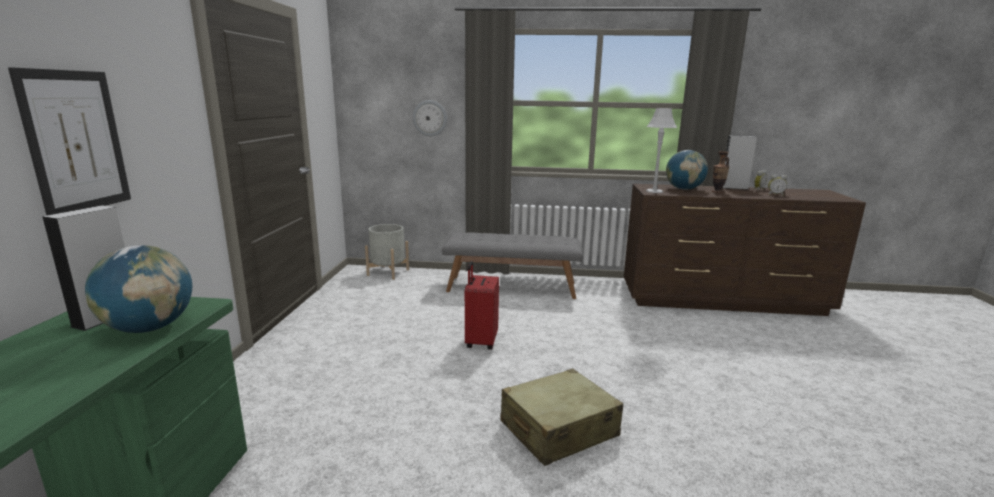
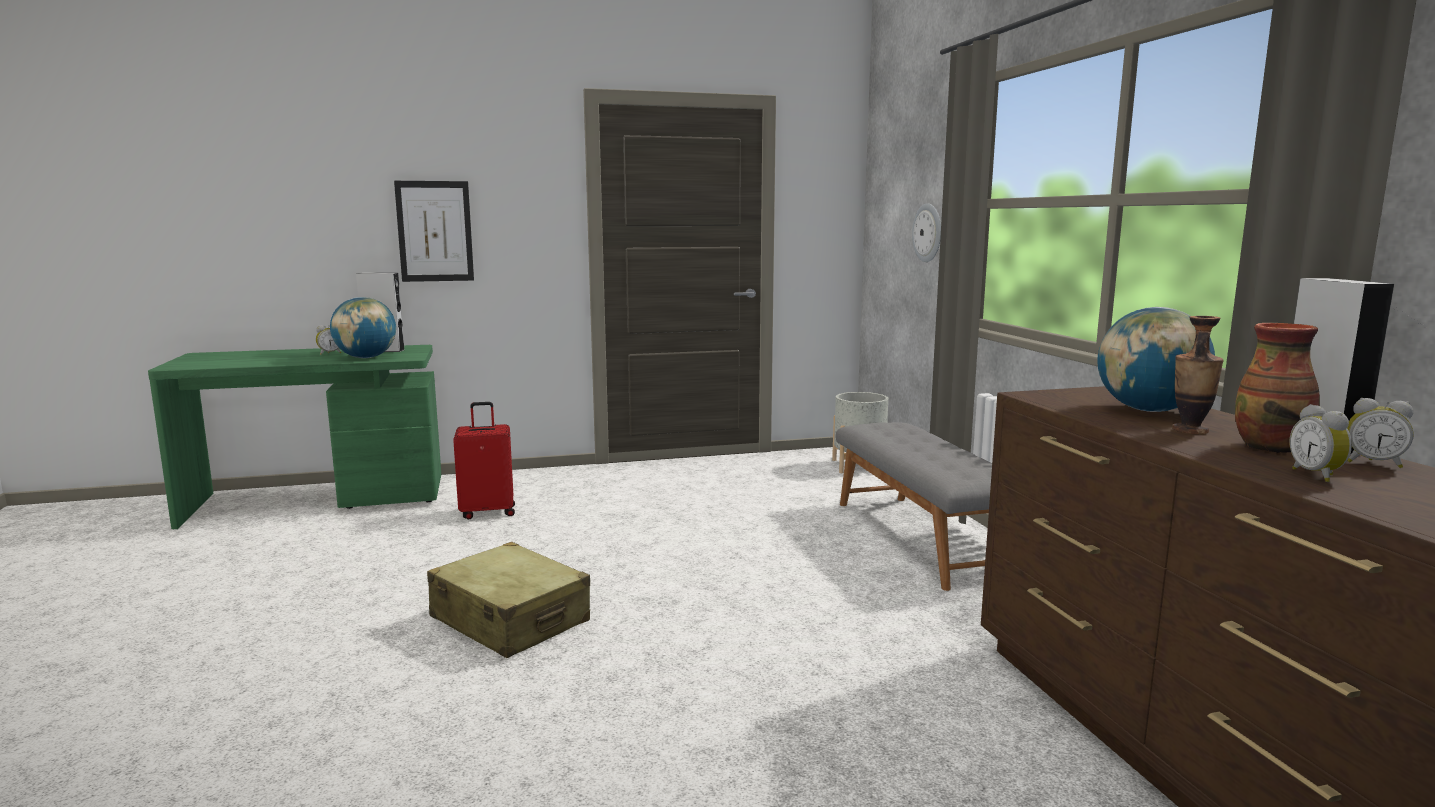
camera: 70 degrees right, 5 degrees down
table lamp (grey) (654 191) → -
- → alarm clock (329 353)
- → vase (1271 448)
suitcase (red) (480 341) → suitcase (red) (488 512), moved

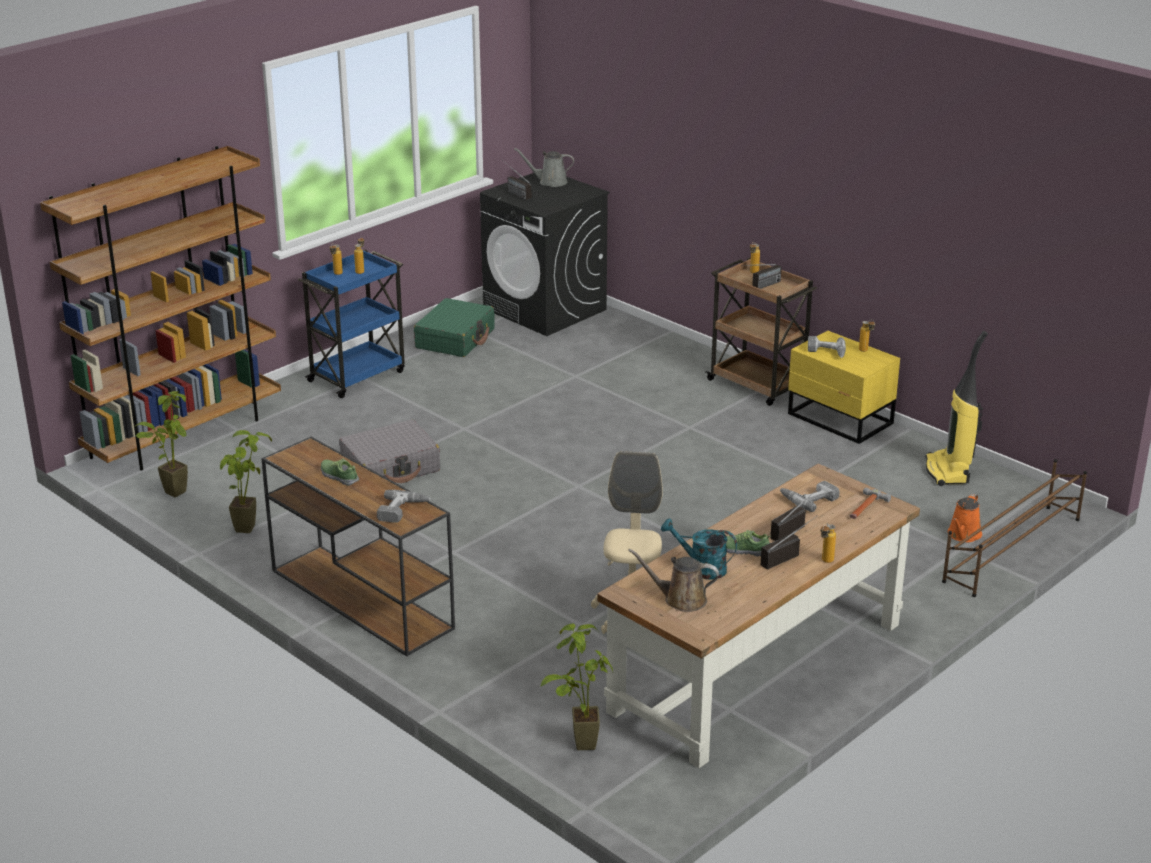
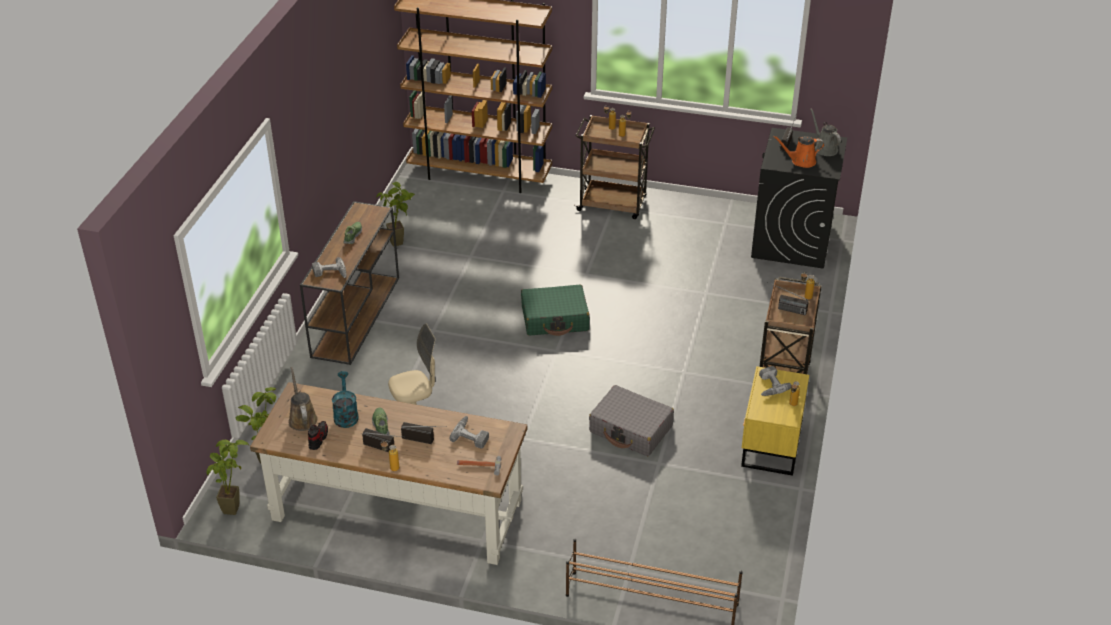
camera: 60 degrees right, 10 degrees up
vacuum cleaner (948 471) → -
- → shoe (318 438)
potted plant (172 489) → potted plant (235 505), moved
suitcase (grey) (391 467) → suitcase (grey) (631 429), moved
suitcase (green) (455 339) → suitcase (green) (555 319), moved
watering can (orange) (963 535) → watering can (orange) (801 161), moved
cart (blue) (358 375) → cart (brown) (613 204)

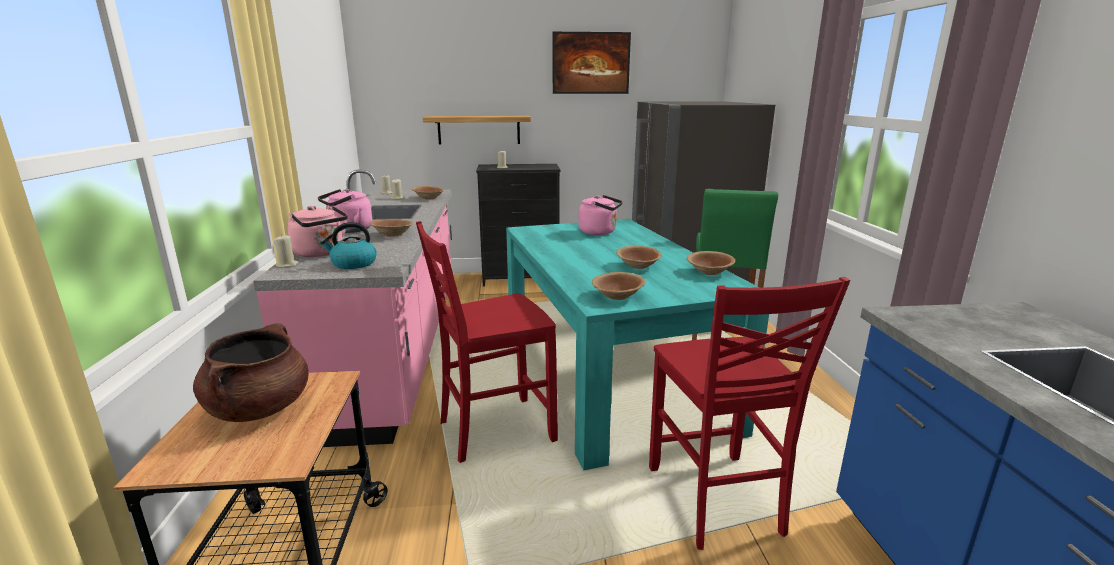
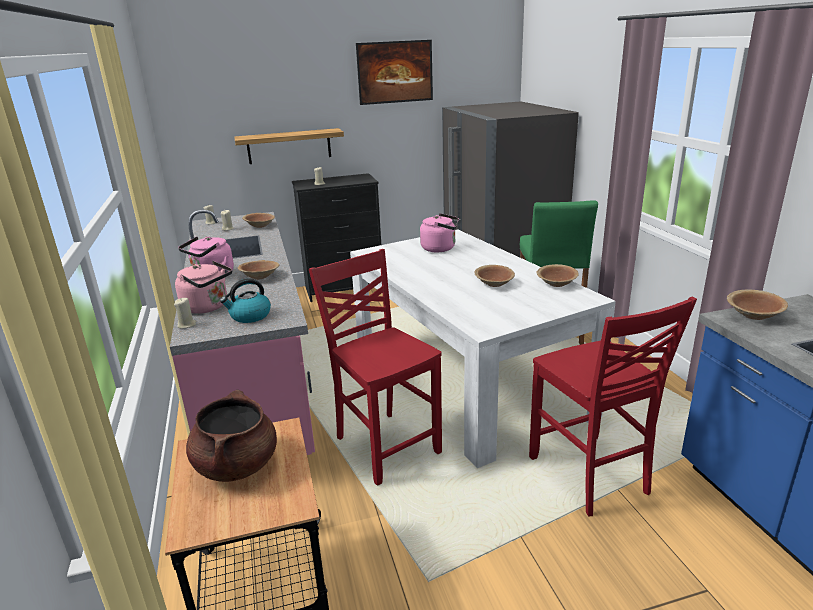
camera: 10 degrees left, 5 degrees up
bowl (brown) (617 296) → bowl (brown) (753 315), moved
dining table (turquoise) (609 375) → dining table (white) (466 379)
chair (red) (493 430) → chair (red) (385 445), 90 degrees clockwise

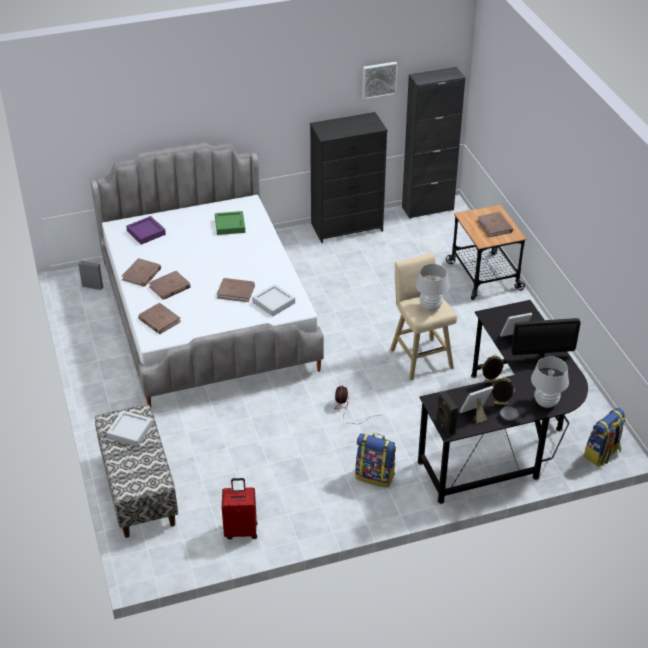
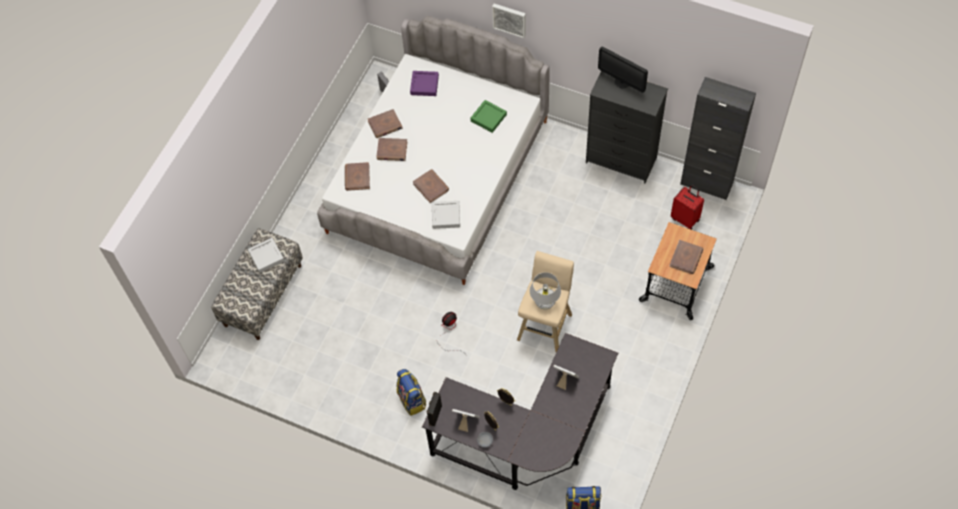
camera: 45 degrees right, 20 degrees up
table lamp (white) (546 402) → -
suitcase (red) (241 530) → suitcase (red) (685 219), moved
picture (379 79) → picture (509 19), moved
monitor (541 355) → monitor (622 82), moved

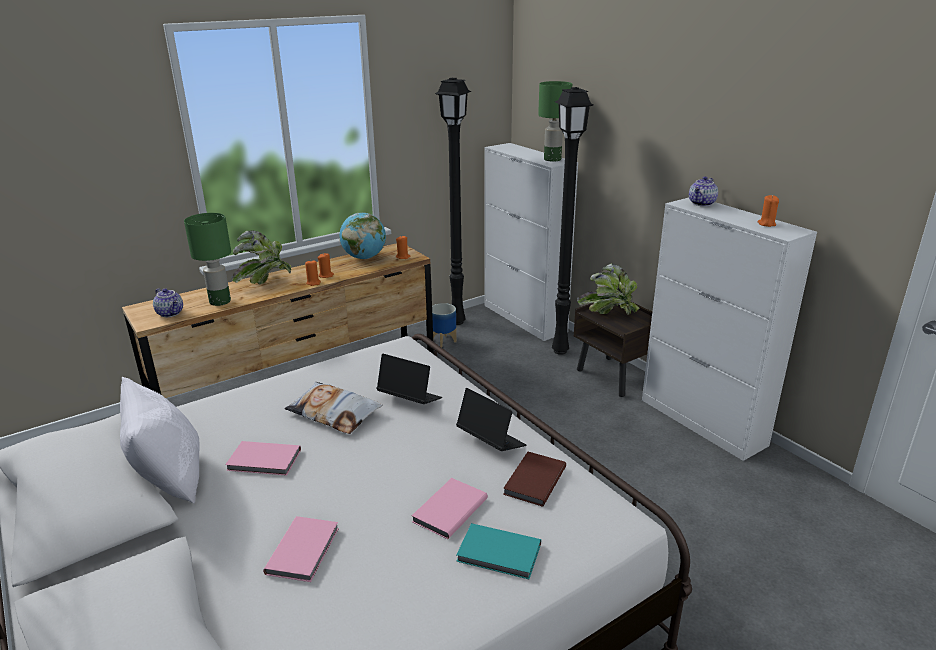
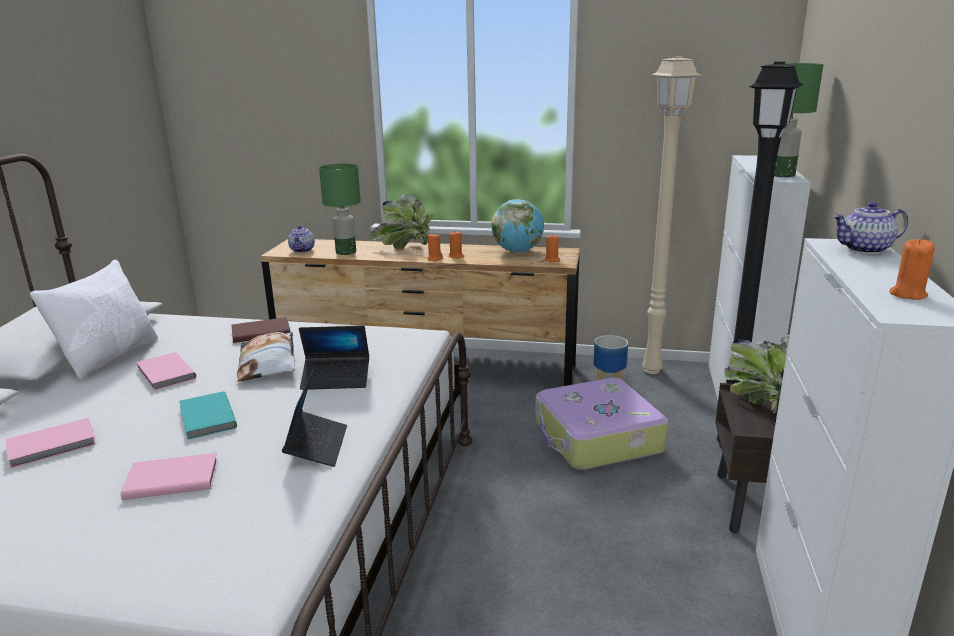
camera: 45 degrees right, 5 degrees down
- → suitcase (597 438)
book (turquoise) (499 554) → book (turquoise) (206 418), moved
book (brown) (533 481) → book (brown) (260 332), moved
floor lamp (black) (458 322) → floor lamp (beige) (653 370)
laptop (409 399) → laptop (336 379), 105 degrees clockwise

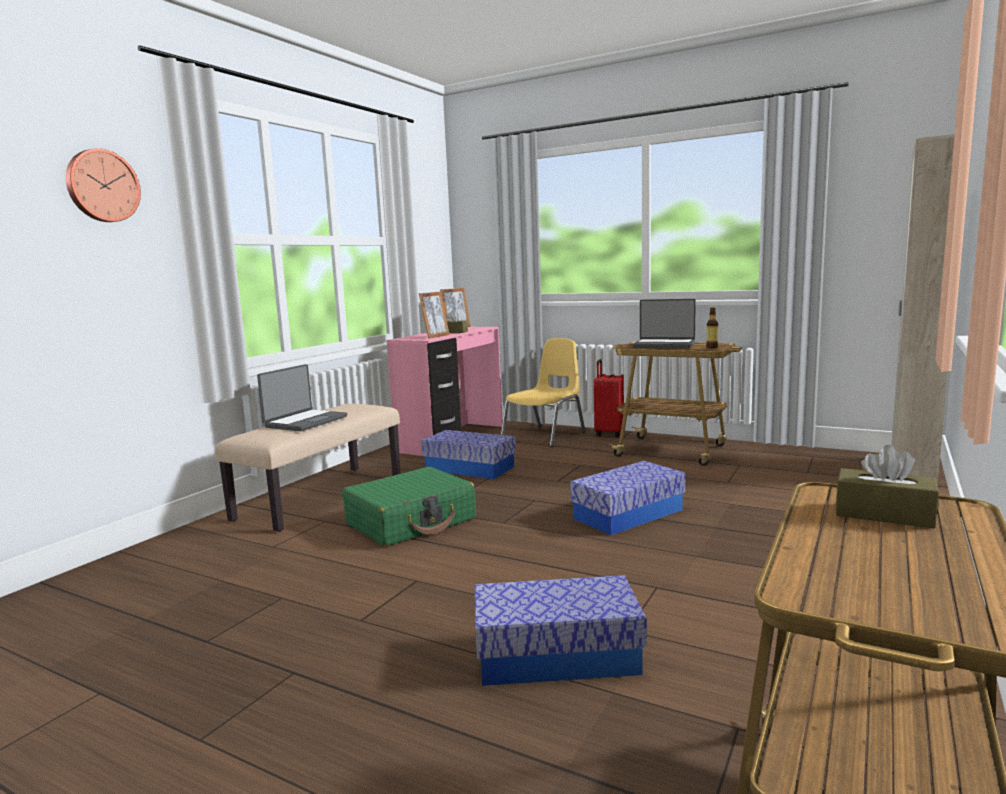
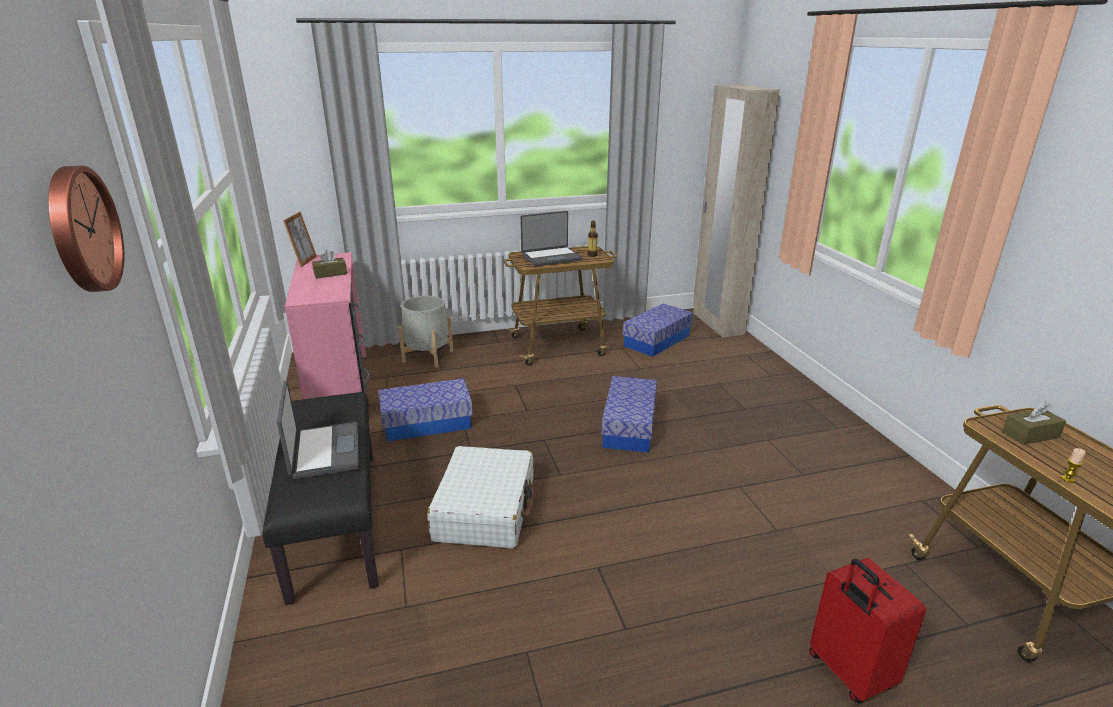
camera: 45 degrees left, 15 degrees up
picture frame (435 336) → -
- → candle (1067 479)
storage box (556 655) → storage box (657 341), moved
suitcase (red) (609 433) → suitcase (red) (848 673), moved
chair (yellow) (545 435) → planter (grey) (428 356)
bench (beige) (321 496) → bench (black) (334 521)
suitcase (green) (411 522) → suitcase (white) (486 509)

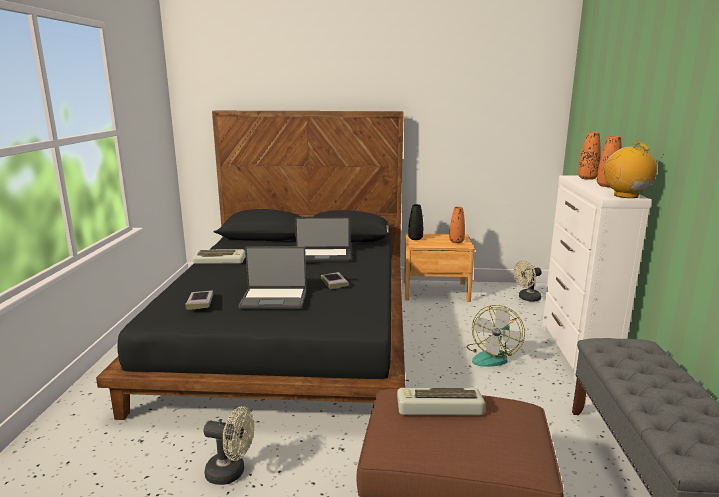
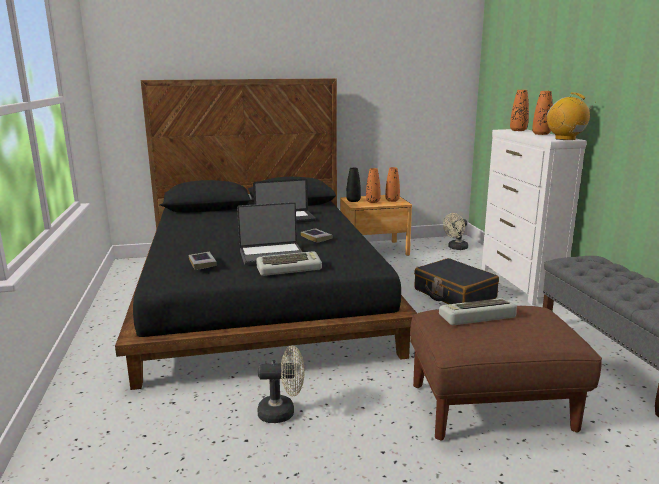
camera: 15 degrees left, 0 degrees up
- → vase (orange) (373 201)
keyboard (220 260) → keyboard (289 268), moved
fan (492 356) → suitcase (black) (454 294)

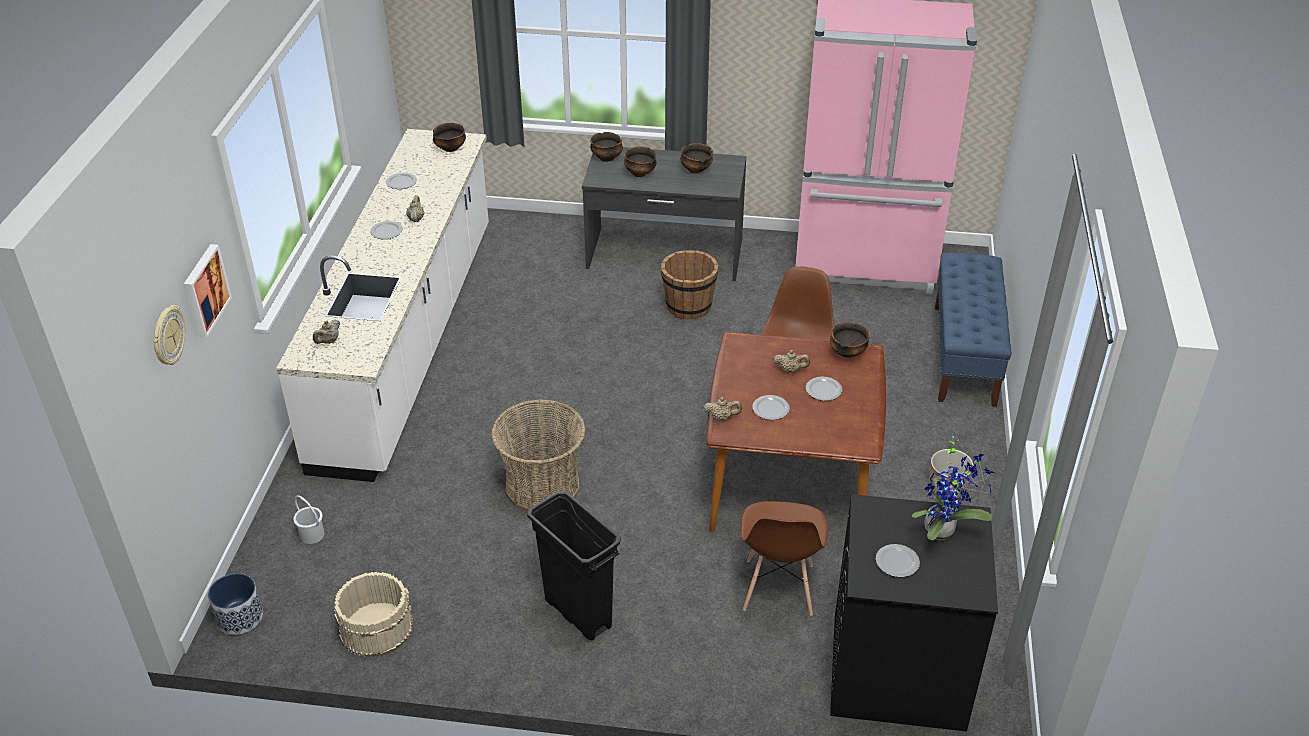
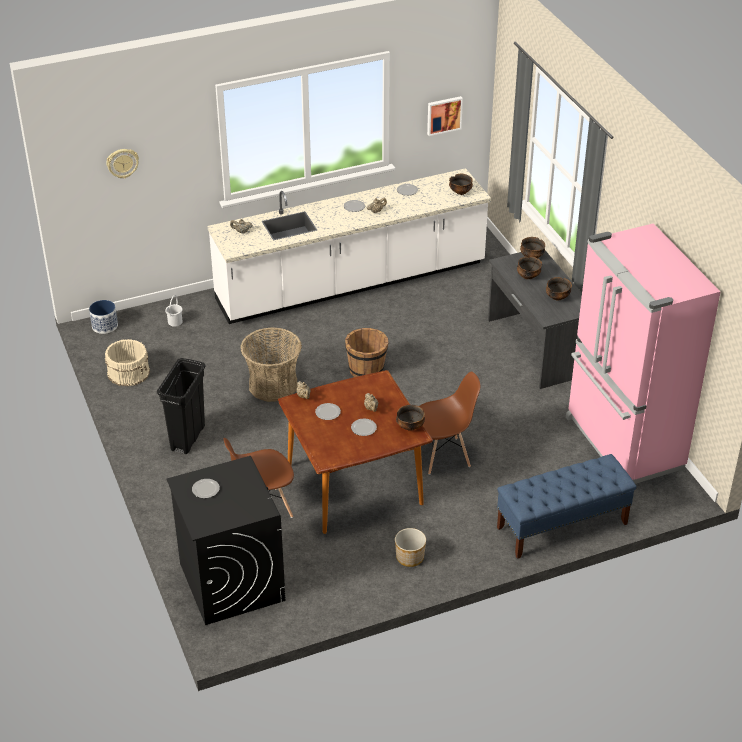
camera: 60 degrees right, 0 degrees up
potted plant (943 530) → -
picture (204 290) → picture (444 115), moved
bucket (brown) (688 306) → bucket (brown) (366 370), moved

